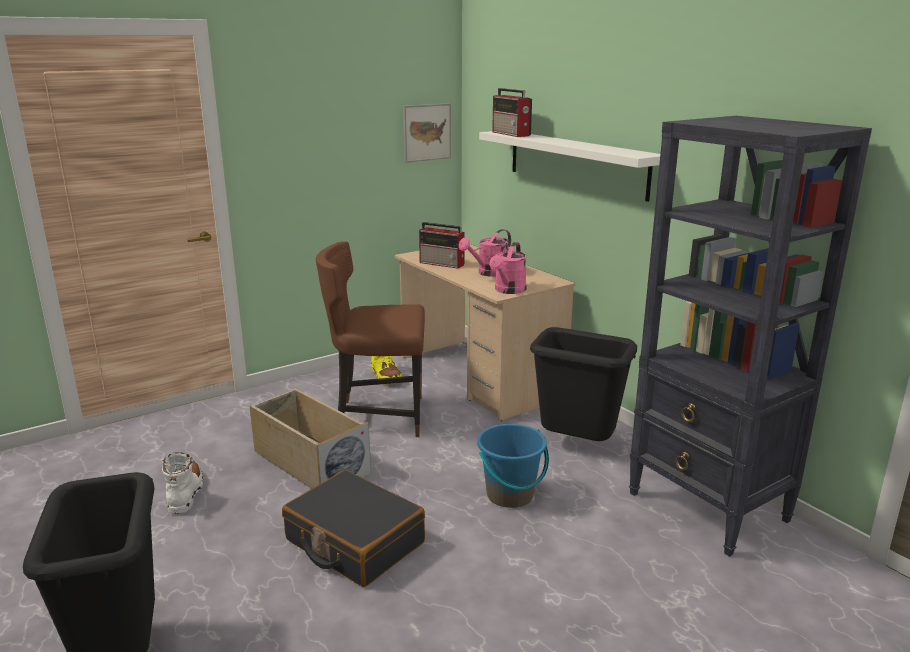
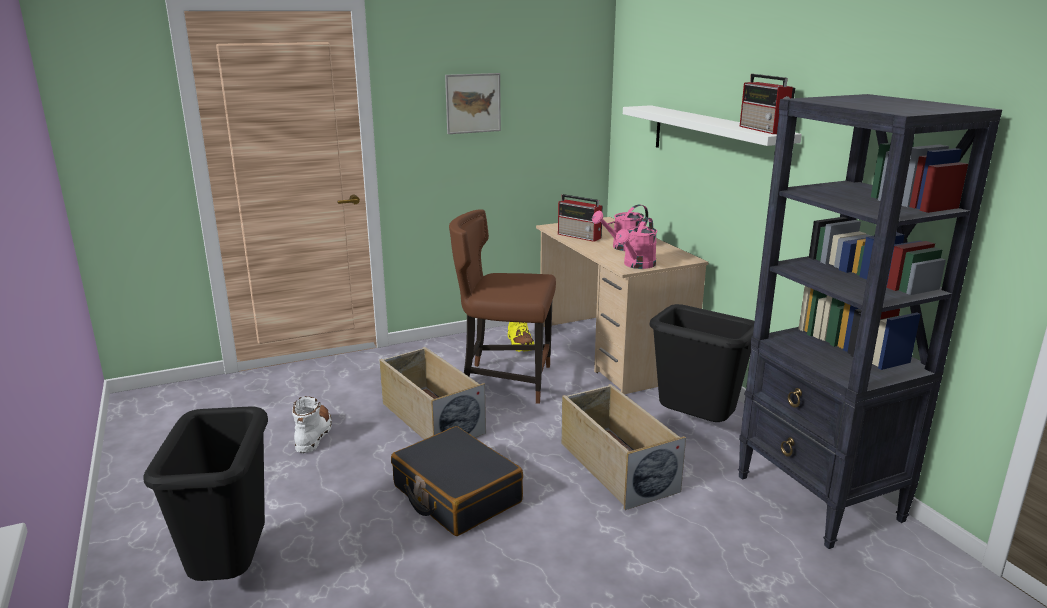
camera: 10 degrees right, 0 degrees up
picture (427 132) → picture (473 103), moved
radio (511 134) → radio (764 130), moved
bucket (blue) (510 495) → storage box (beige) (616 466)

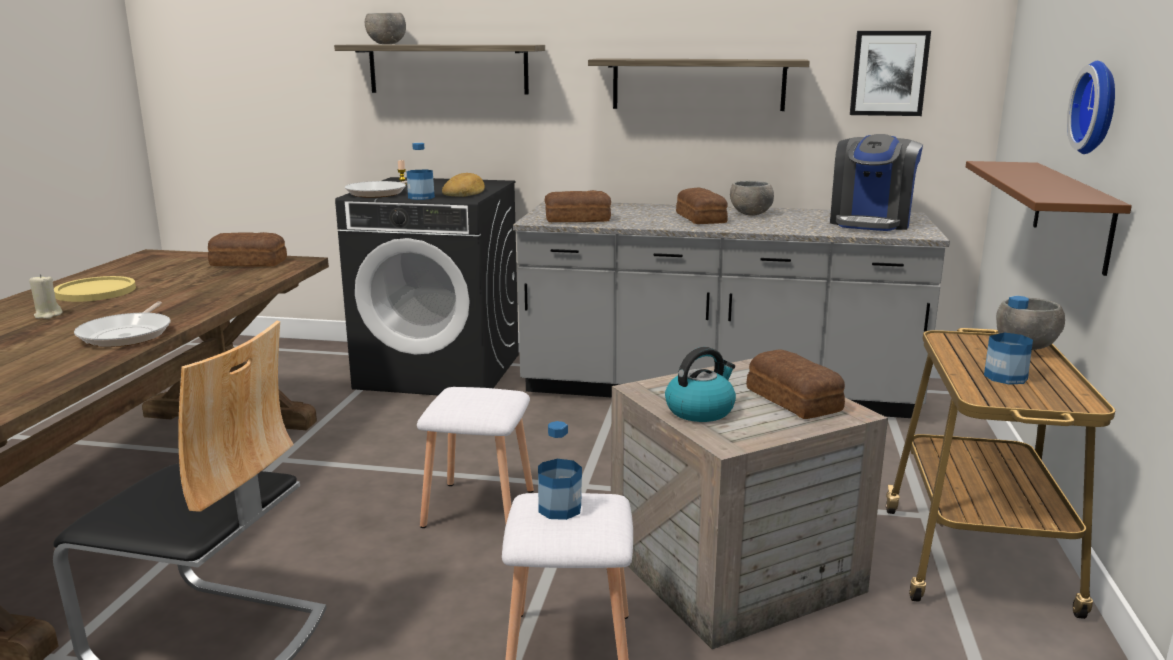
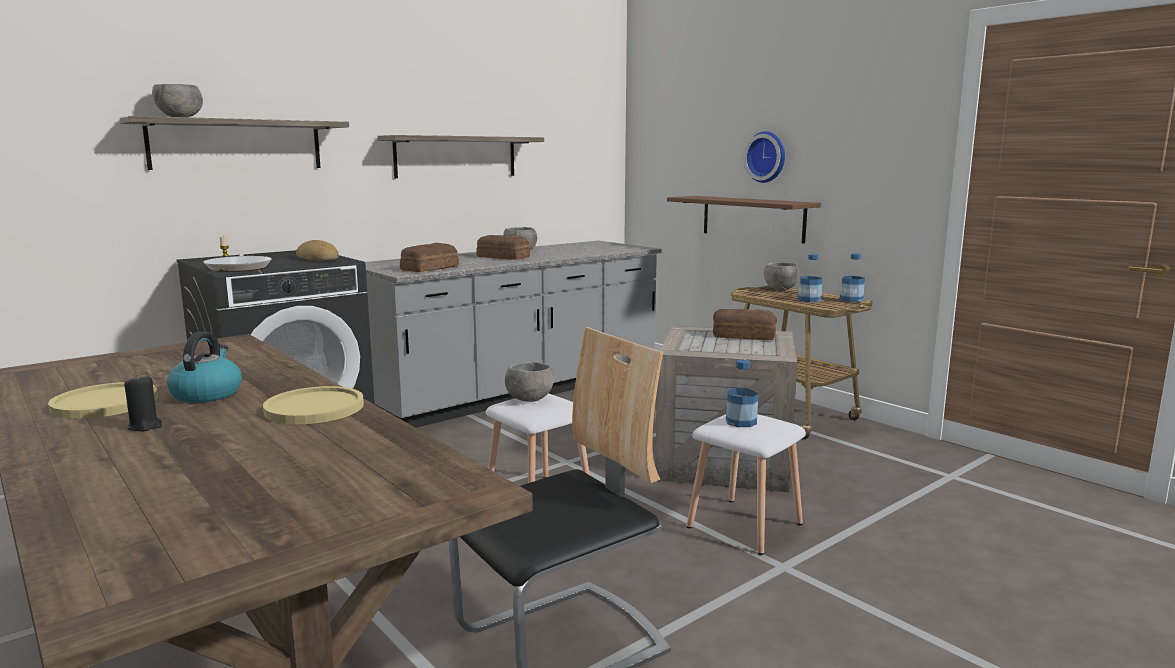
camera: 50 degrees left, 5 degrees down
bread (248 262) → -
coffee machine (870 222) → -
picture (889 73) → -
- → bowl (grey) (529 399)
bottle (421 197) → bottle (851 300), moved
kettle (700 410) → kettle (207 394), moved
frying pan (128 334) → plate (yellow) (314 408)
candle (beige) (48 315) → candle (black) (145 426)

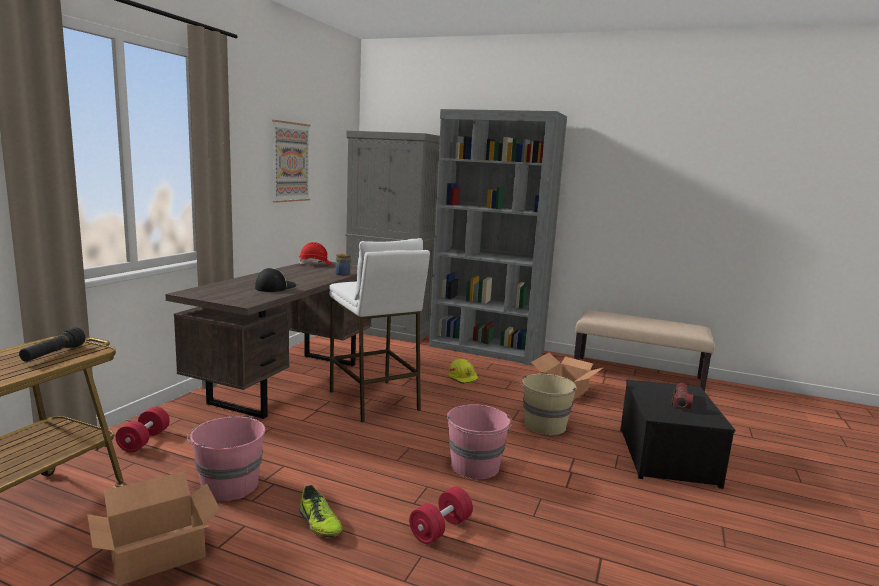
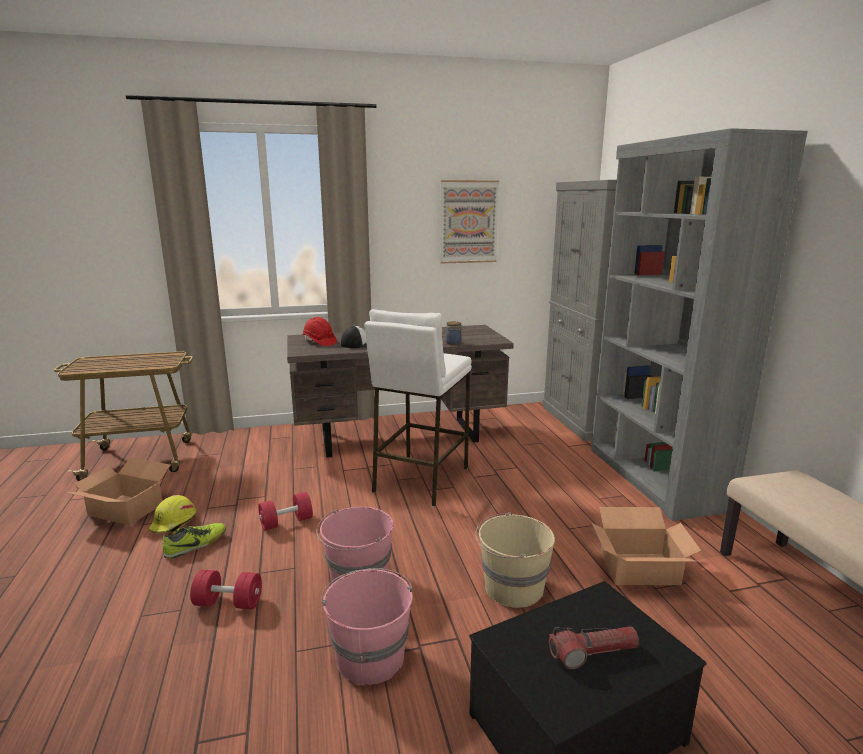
camera: 55 degrees right, 5 degrees up
flashlight (black) (53 355) → -
dumbbell (red) (144 441) → dumbbell (red) (286 522), moved
bucket (pink) (228 485) → bucket (pink) (370 656), moved
hard hat (red) (315 264) → hard hat (red) (319 342), moved
hard hat (yellow) (463 378) → hard hat (yellow) (174 523), moved
shoe (319 523) → shoe (196 545), 150 degrees counterclockwise

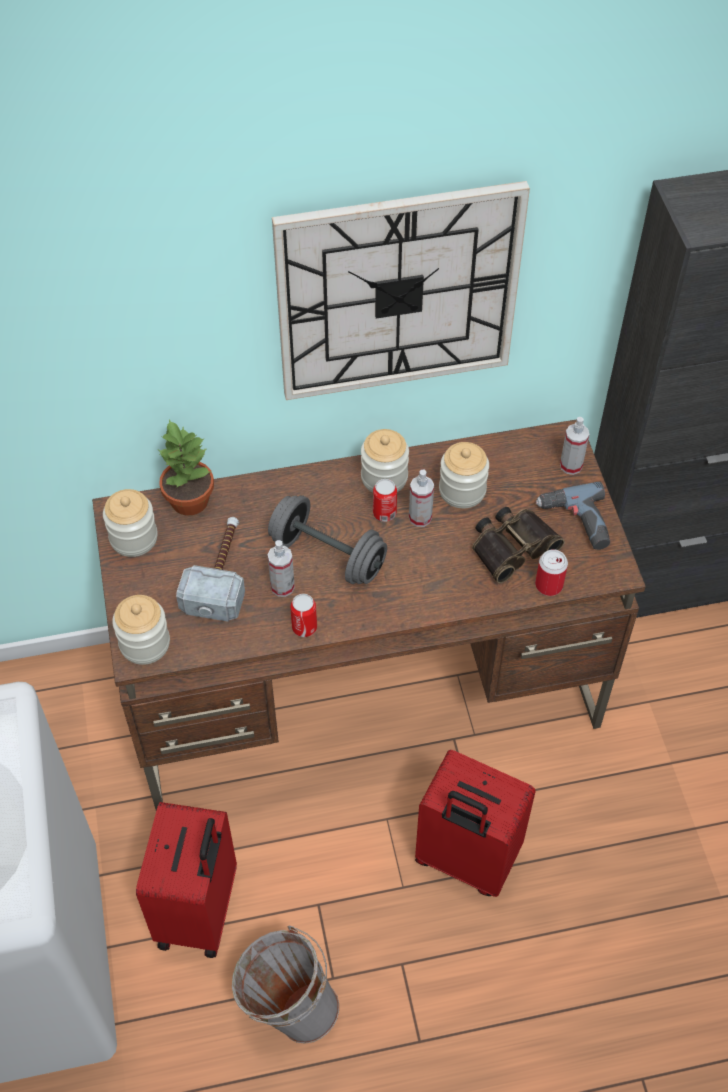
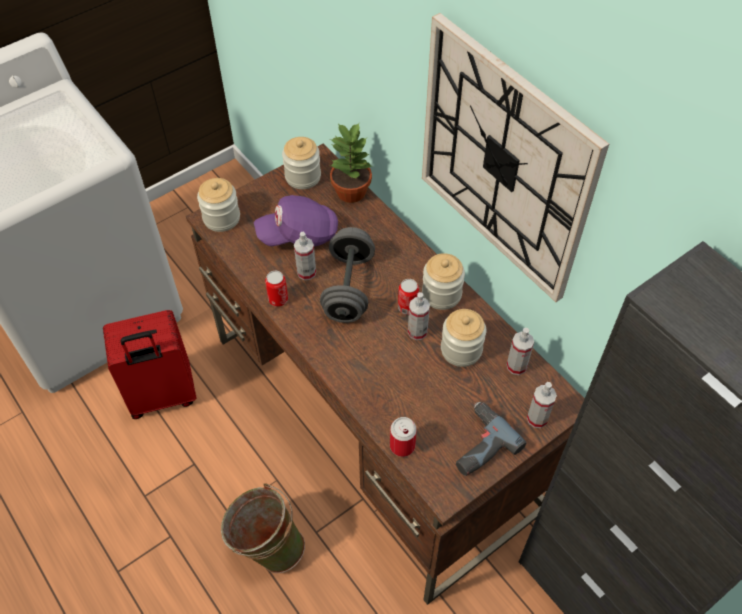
camera: 65 degrees right, 0 degrees up
bucket (grey) (288 1006) → -
binoculars (512 546) → -
- → spray bottle (516 366)
hammer (221 574) → cap (purple) (299 234)
suitcase (red) (465 859) → bucket (green) (267 546)

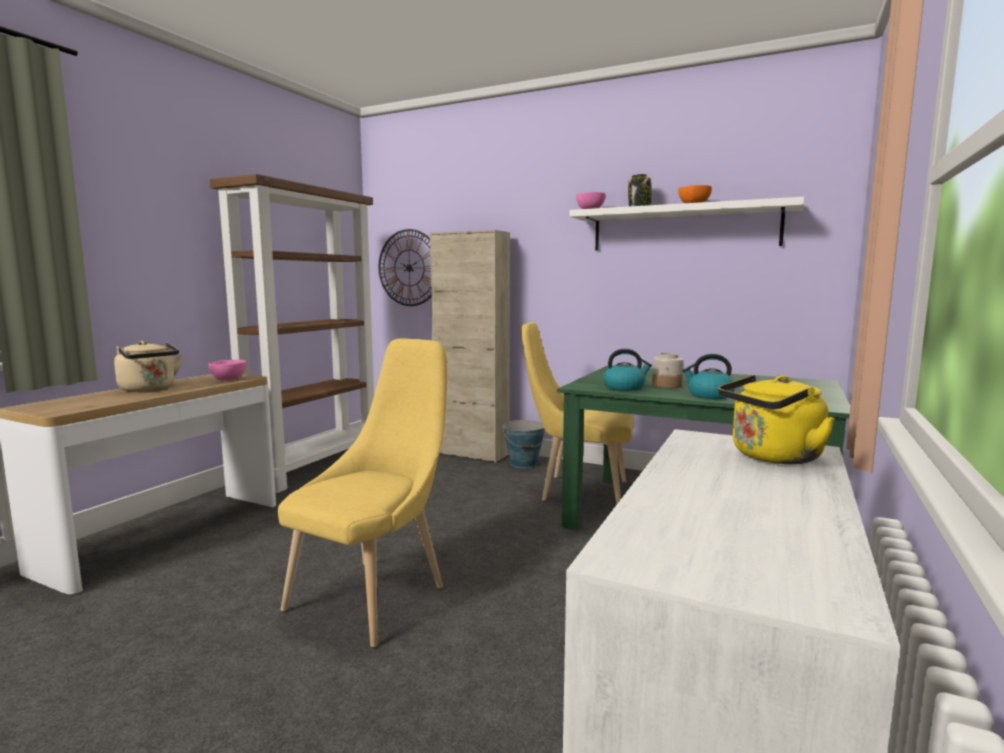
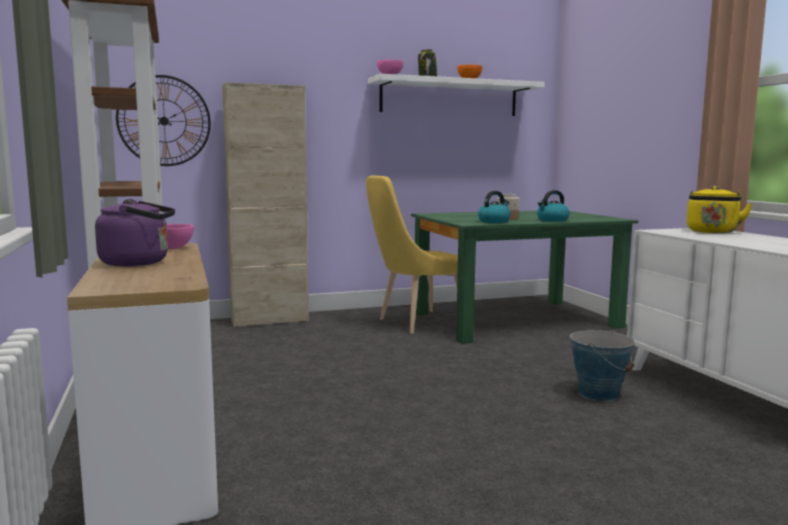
camera: 45 degrees left, 0 degrees up
chair (yellow) (375 594) → -
bucket (524 464) → bucket (598 394), moved
kettle (beige) (149 389) → kettle (purple) (139 263)

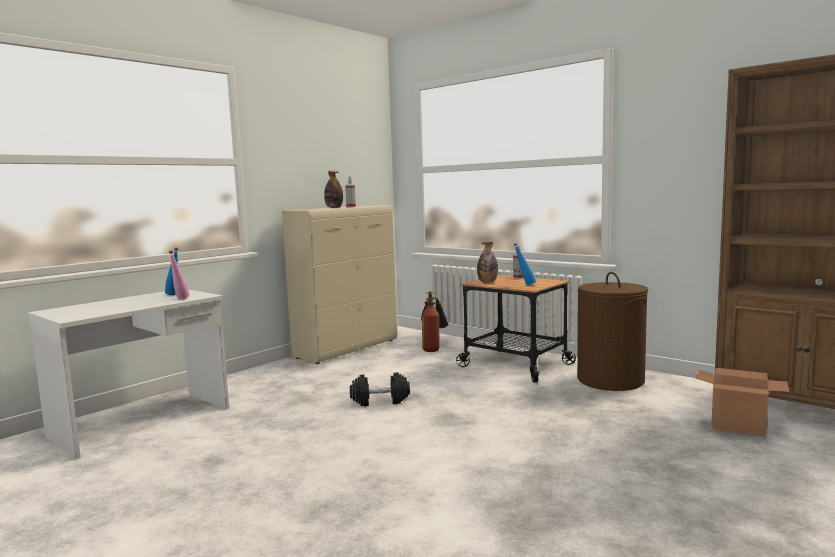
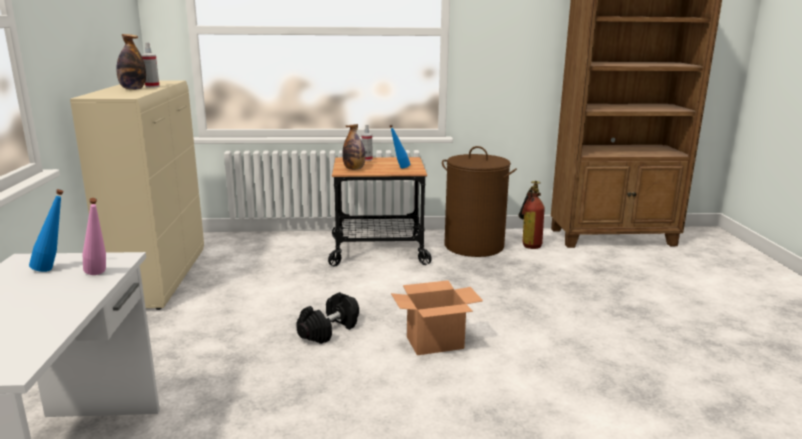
camera: 45 degrees left, 10 degrees up
fire extinguisher (435 348) → fire extinguisher (529 243), moved
cardboard box (739 426) → cardboard box (435 343), moved

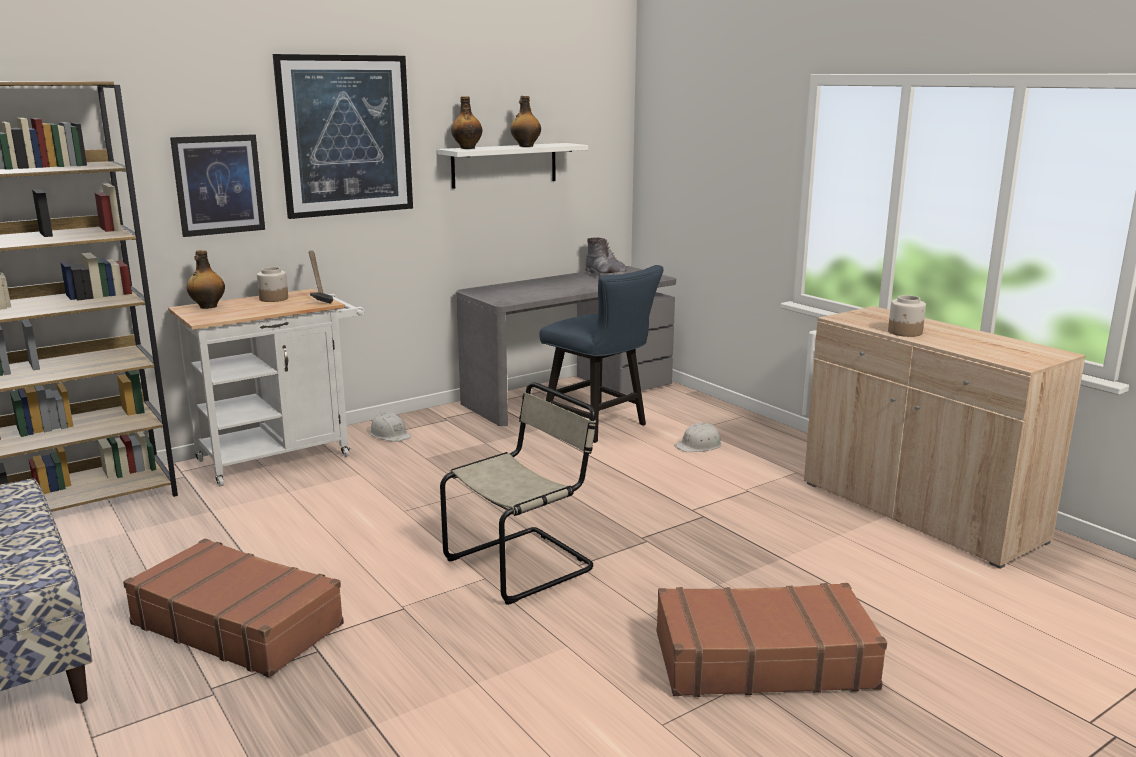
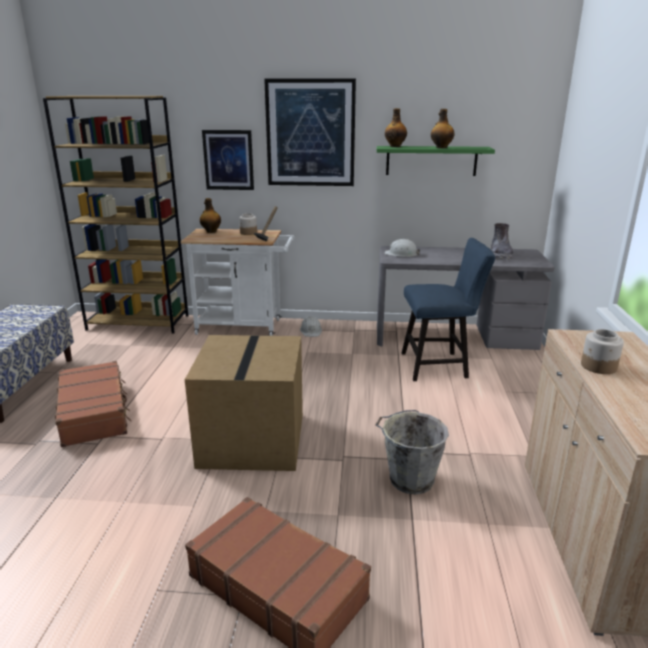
camera: 40 degrees right, 5 degrees up
- → bucket (grey) (409 479)
hard hat (white) (699 445) → hard hat (white) (401 254), moved
chair (beige) (524 563) → cardboard box (253 441)
shelf (white) (504 165) → shelf (green) (431 160)
chair (blue) (600 426) → chair (blue) (439 366), 90 degrees counterclockwise

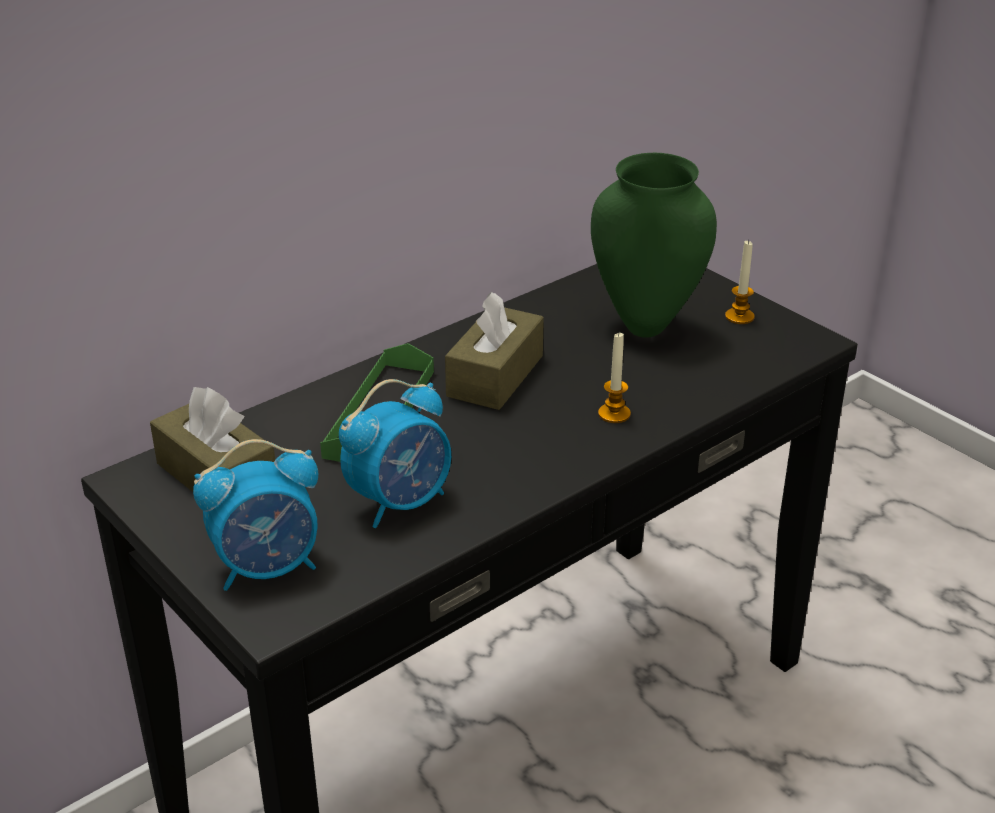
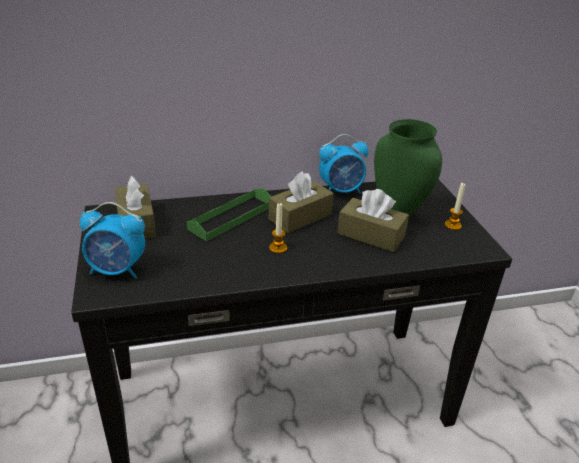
camera: 25 degrees right, 0 degrees up
- → tissue box (brown) (371 235)
alarm clock (401 502) → alarm clock (341 191), moved
candle (614 414) → candle (278 248), moved

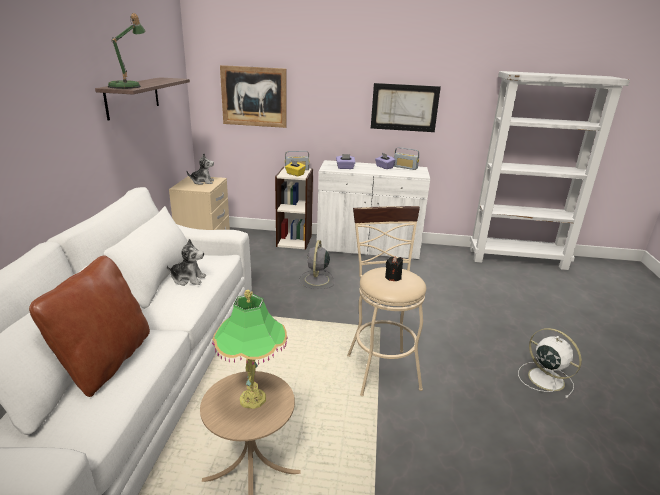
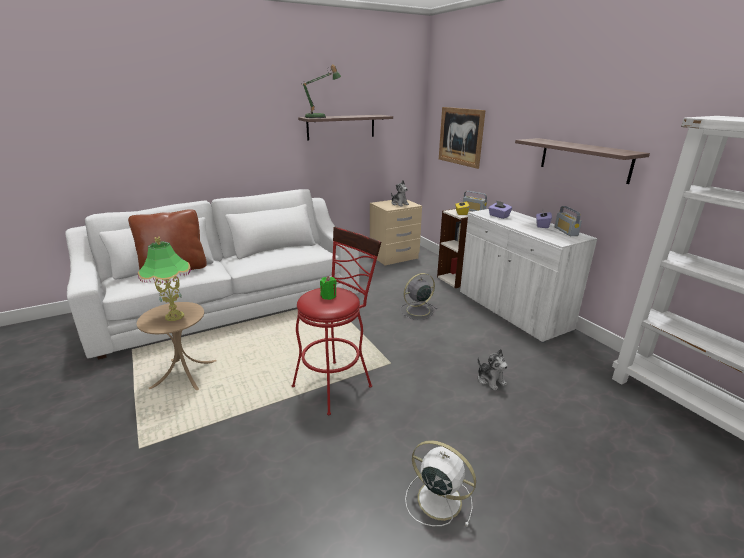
camera: 55 degrees right, 0 degrees up
plush toy (188 279) → plush toy (490 380), moved
picture (404 107) → shelf (584 159)
stool (beige) (380 367) → stool (red) (337 383)
candle (black) (393 277) → candle (green) (328 296)
fan (white) (544 378) → fan (white) (437 499), 75 degrees counterclockwise

